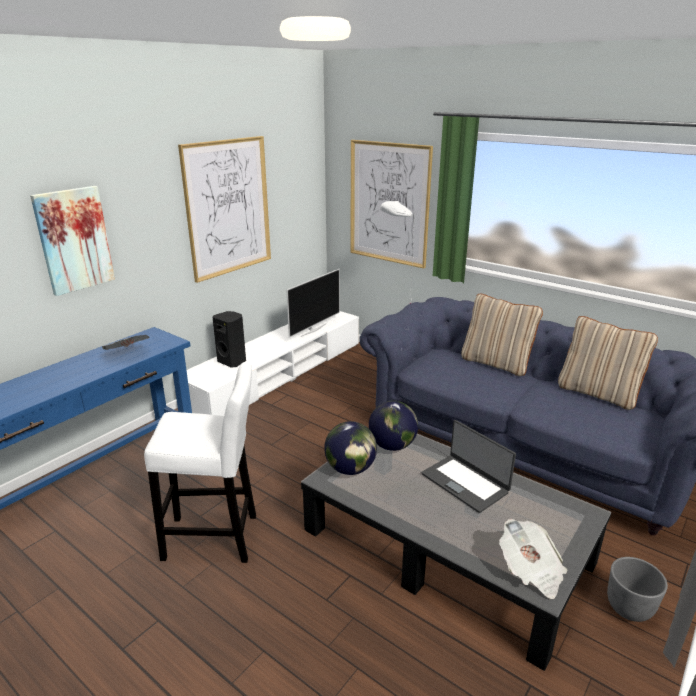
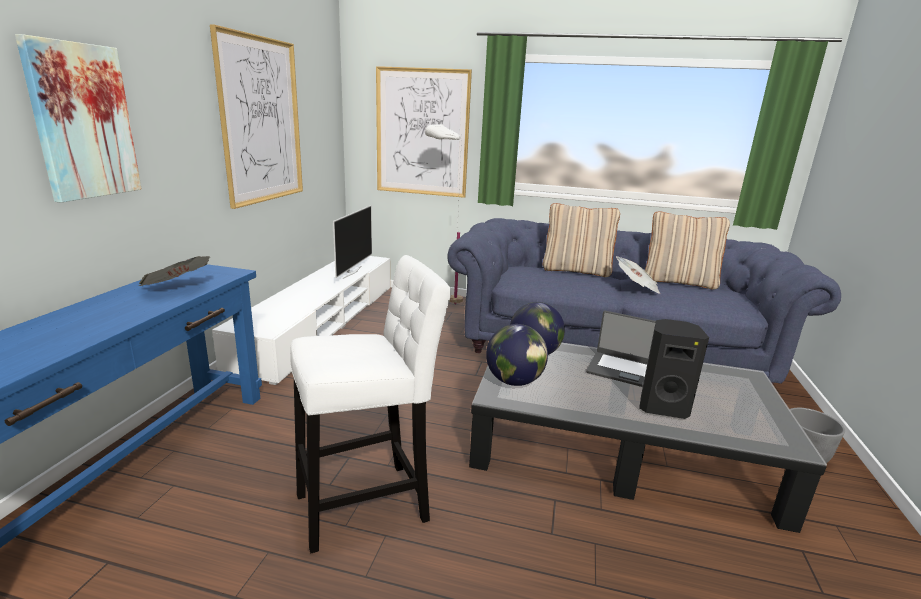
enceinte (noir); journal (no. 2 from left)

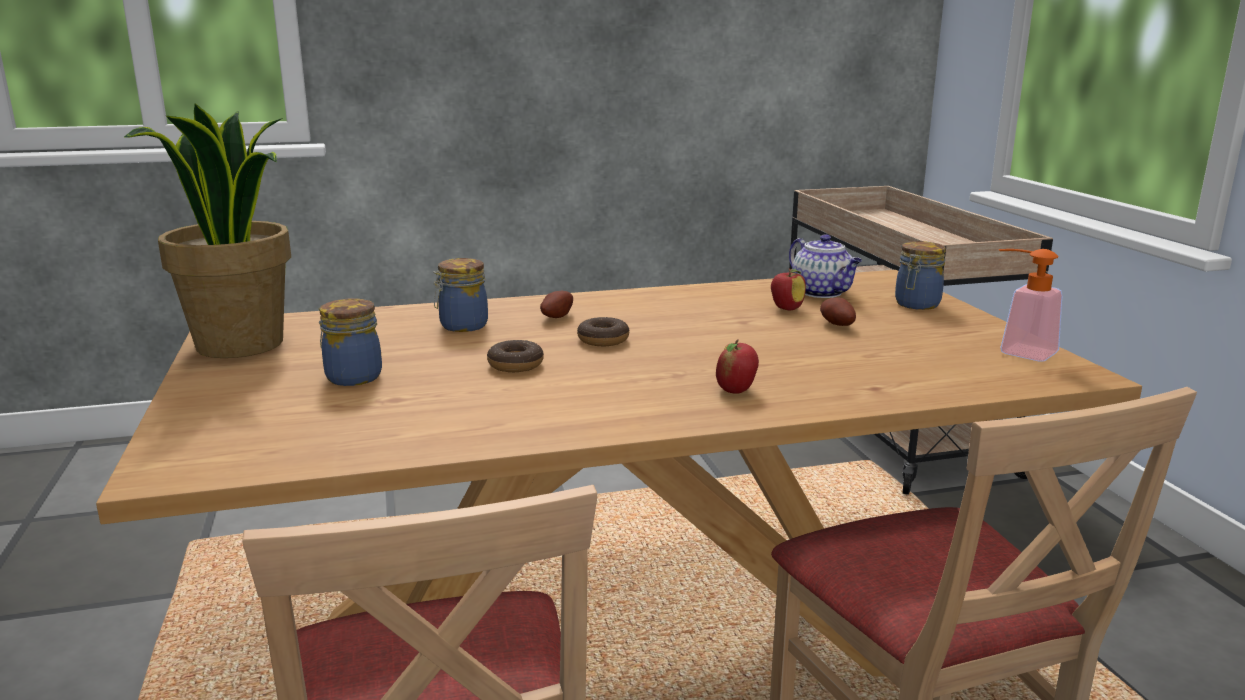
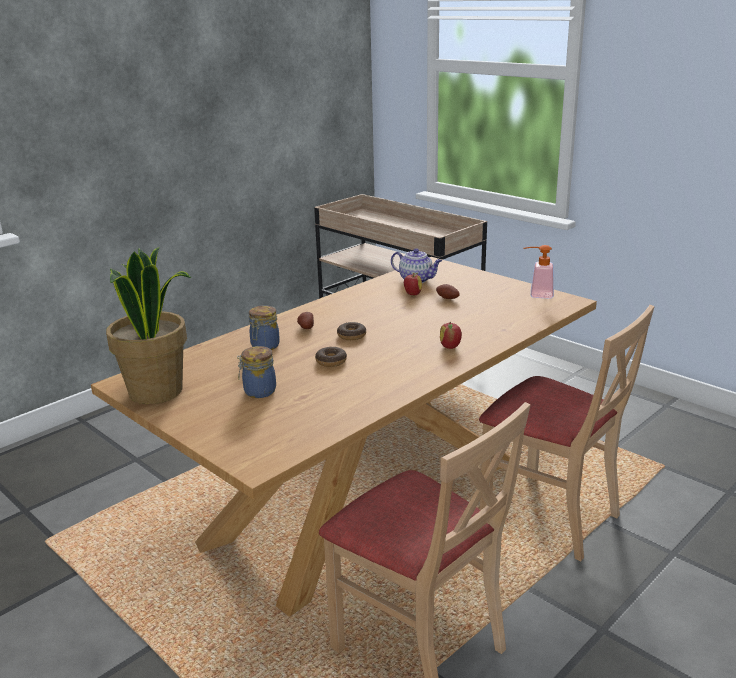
bocal (no. 3 from left in the first image)

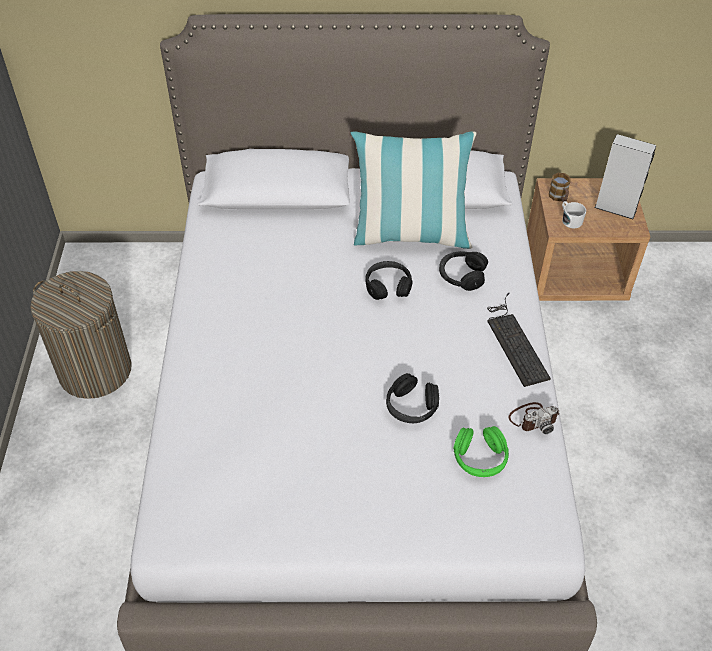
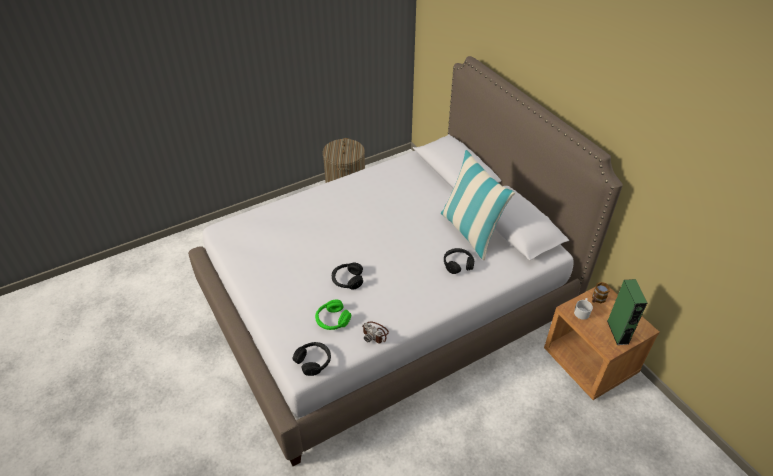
casque audio (noir) (no. 1 from left); clavier; enceinte (vert)

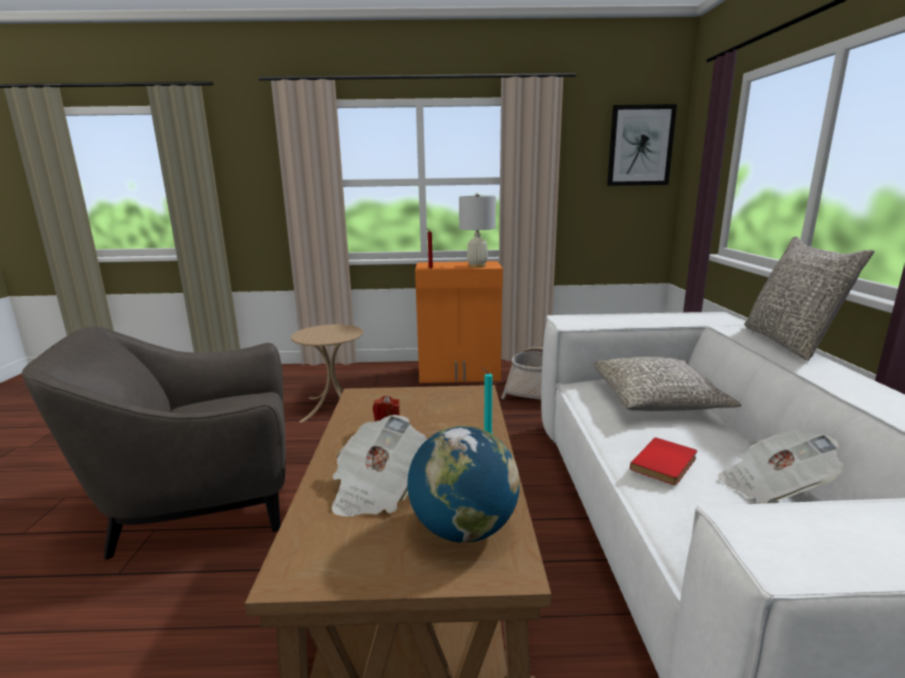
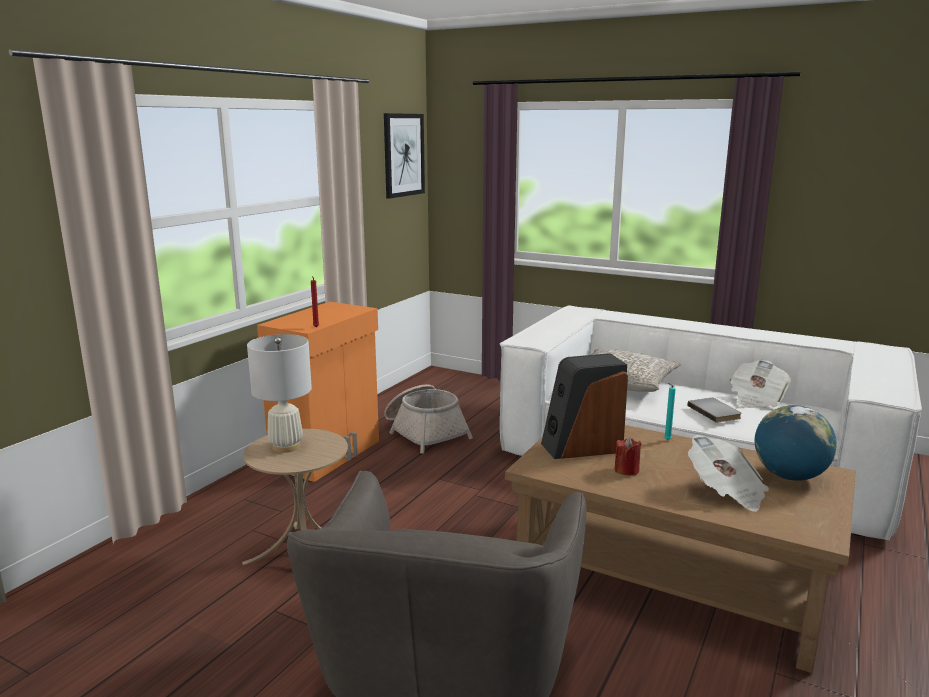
lampe de table (blanc); livre (gris); coussin (gris) (no. 2 from left in the first image); enceinte

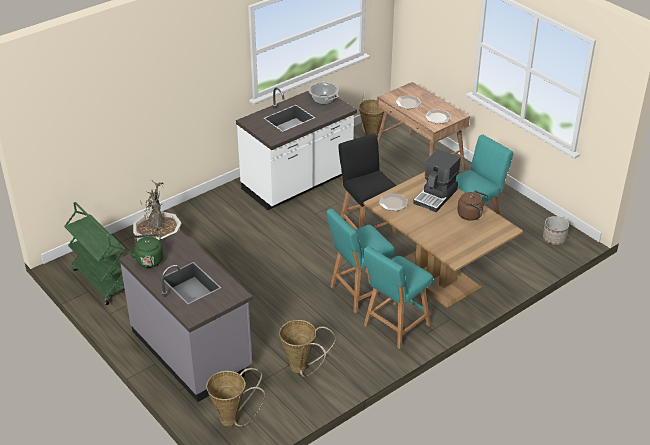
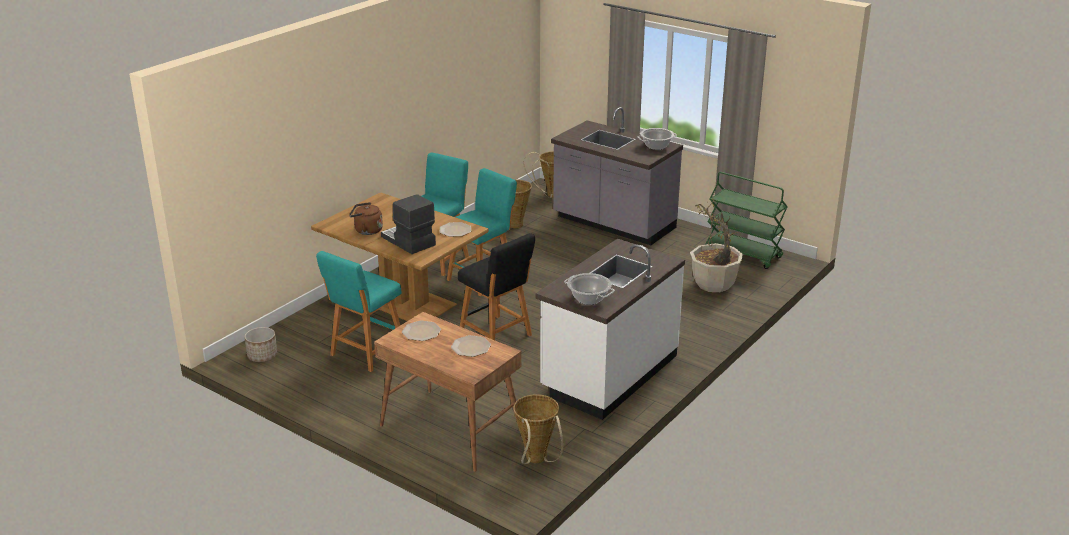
marmite (no. 2 from left); machine à café

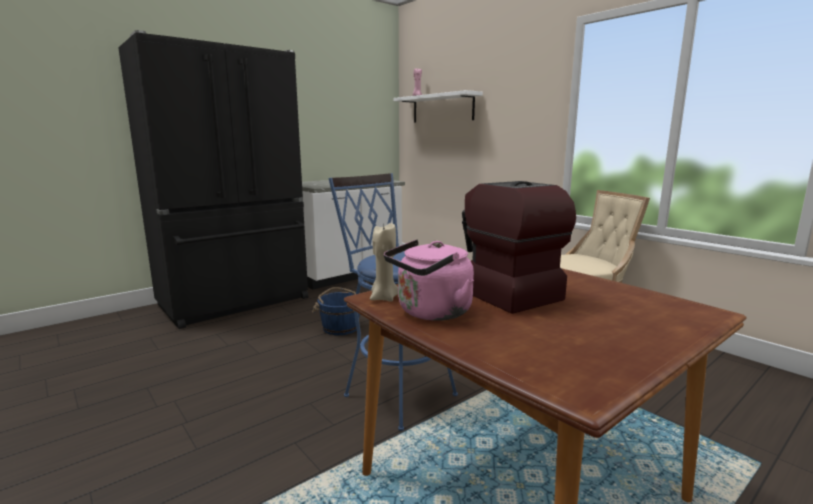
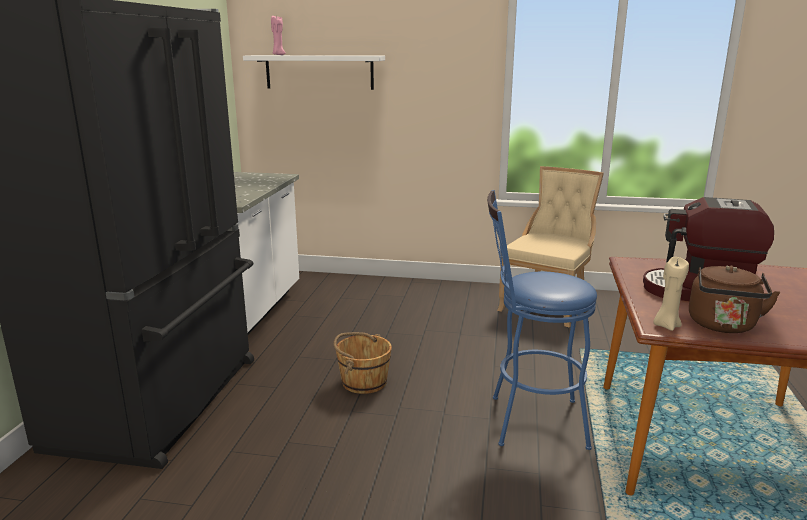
seau (marron); bouilloire (marron)

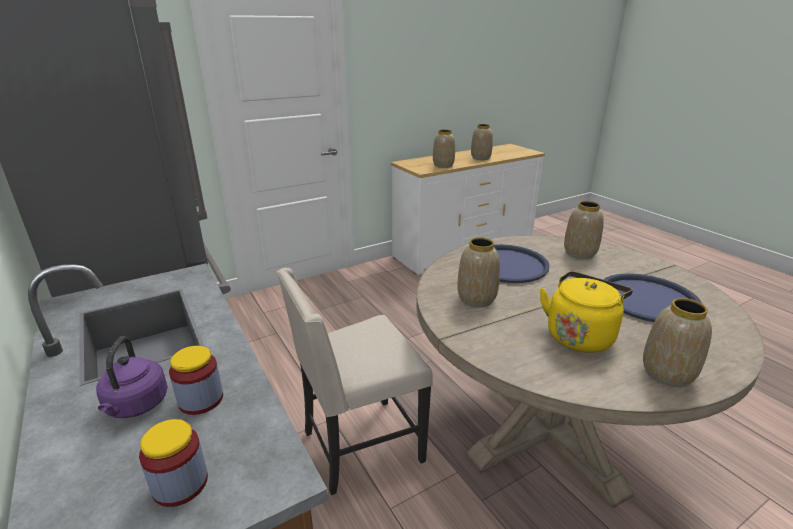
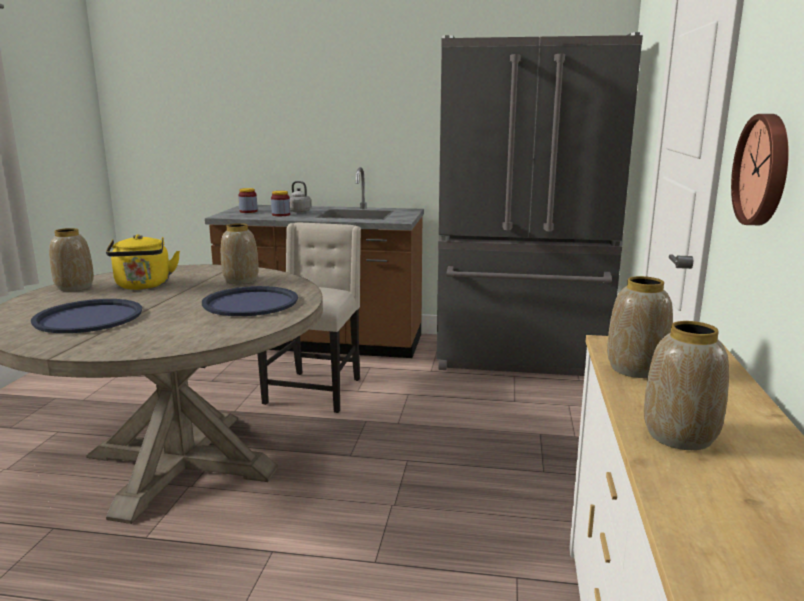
bouilloire (gris); vase (no. 4 from left in the first image); horloge murale

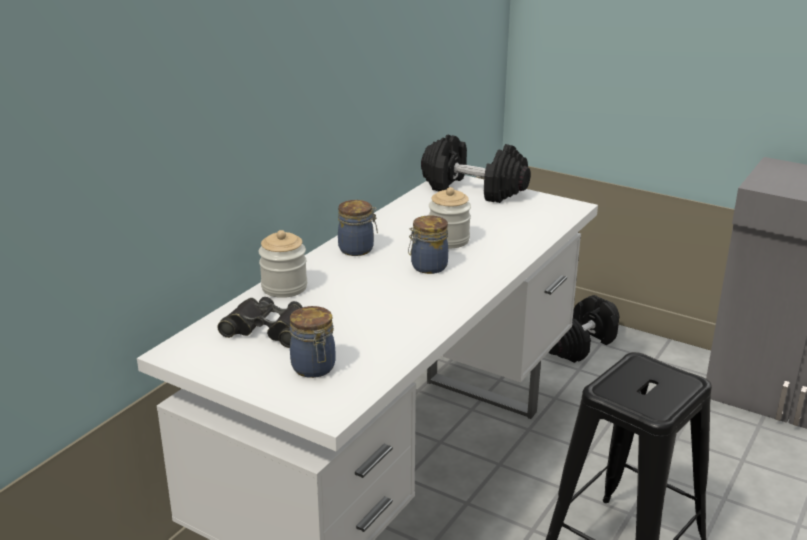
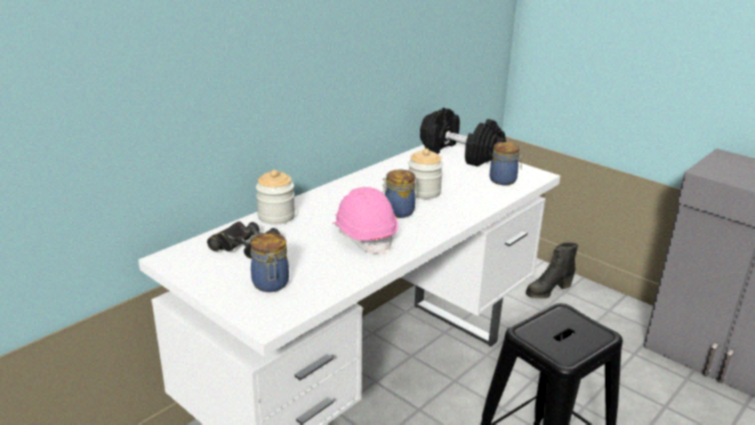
bocal (no. 5 from left); botte (noir); casque de chantier (rose)

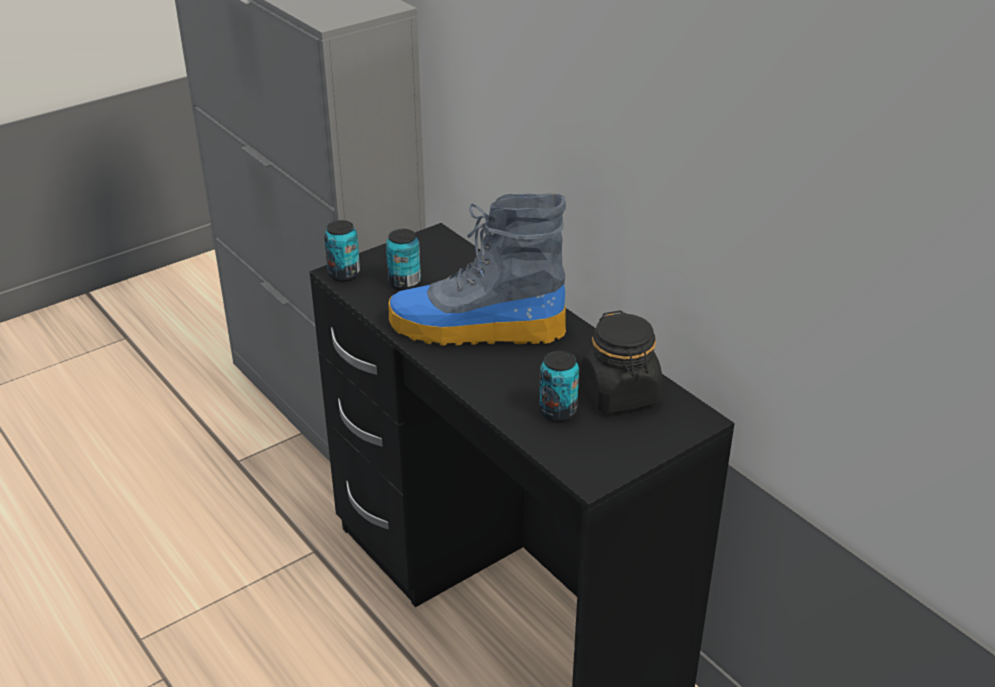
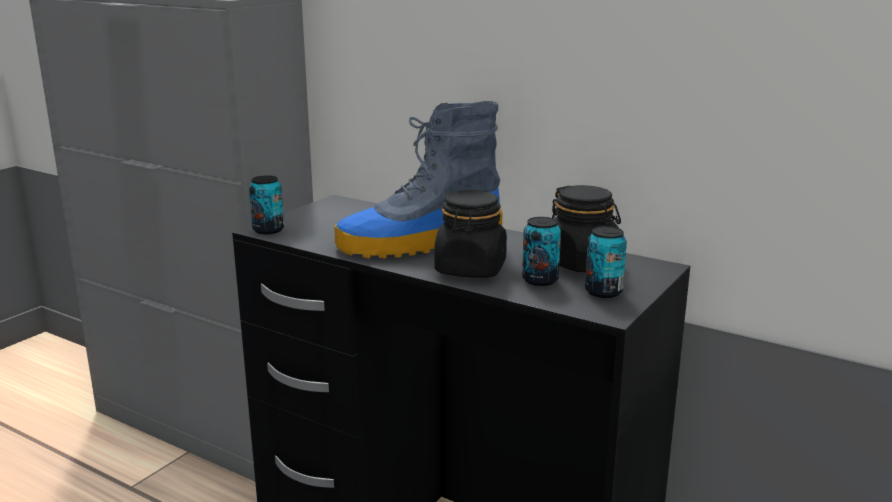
boîte métallique (no. 3 from left); bocal (noir) (no. 1 from left)

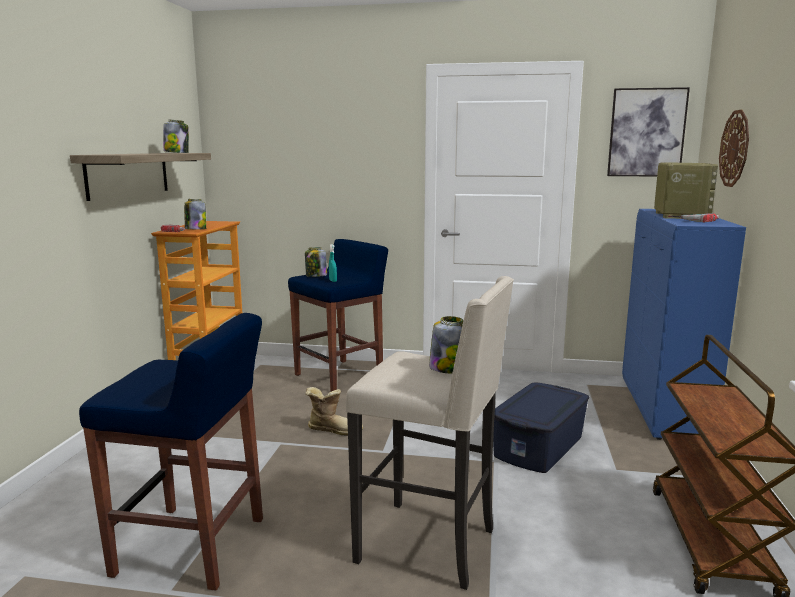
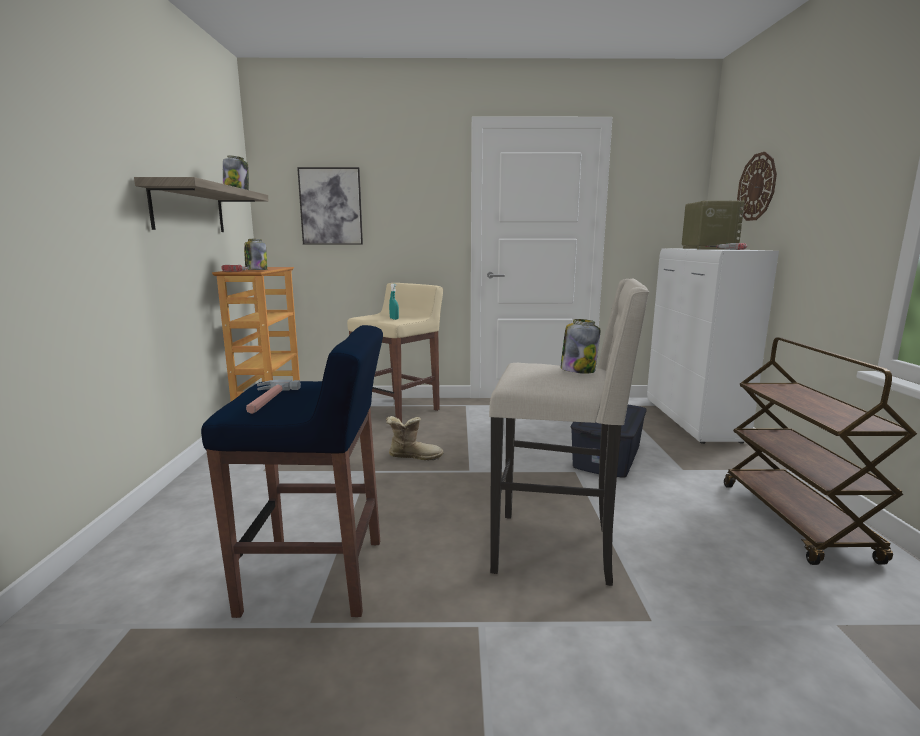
tabouret (beige) (no. 1 from left); bocal (no. 3 from left in the first image); tableau; meuble de rangement (blanc); marteau

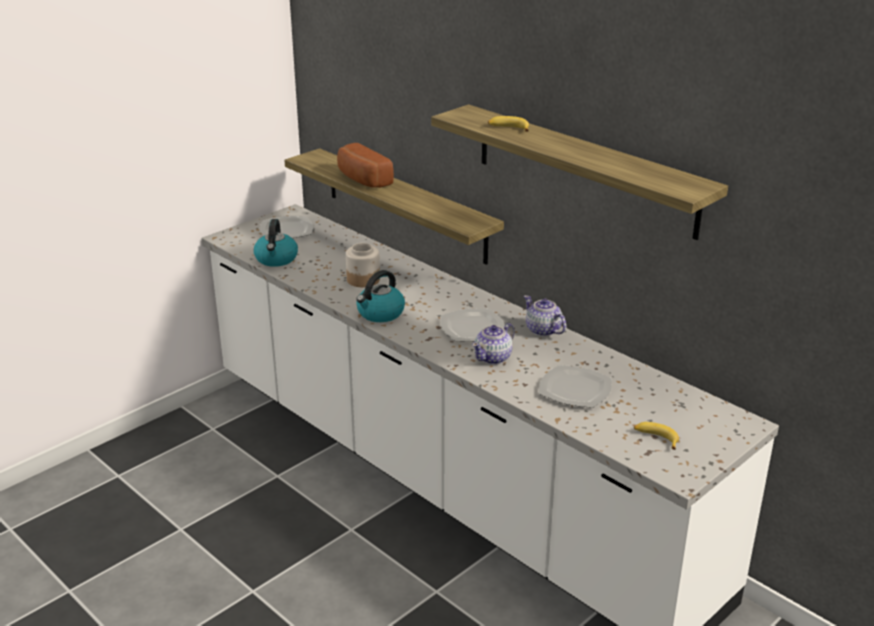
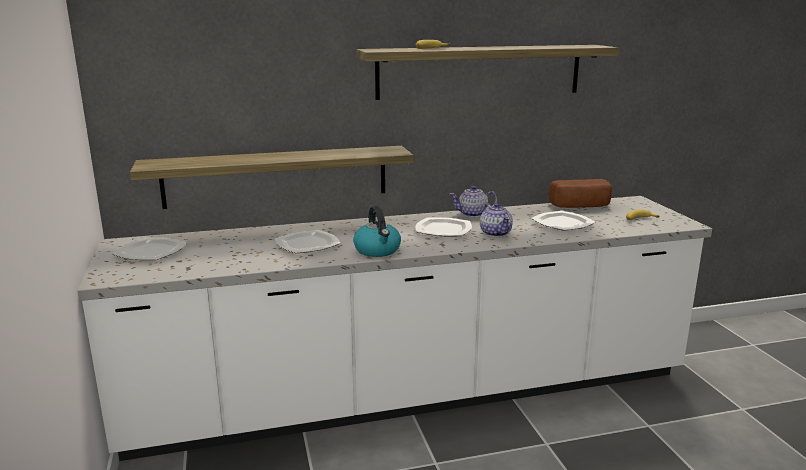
bouilloire (no. 1 from left in the first image); pain; assiette (no. 2 from left)

